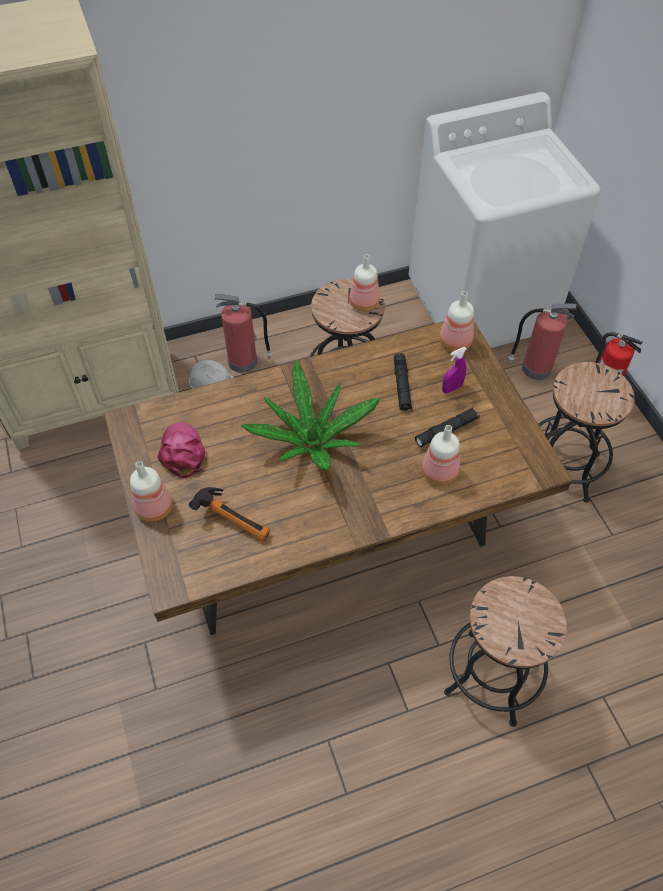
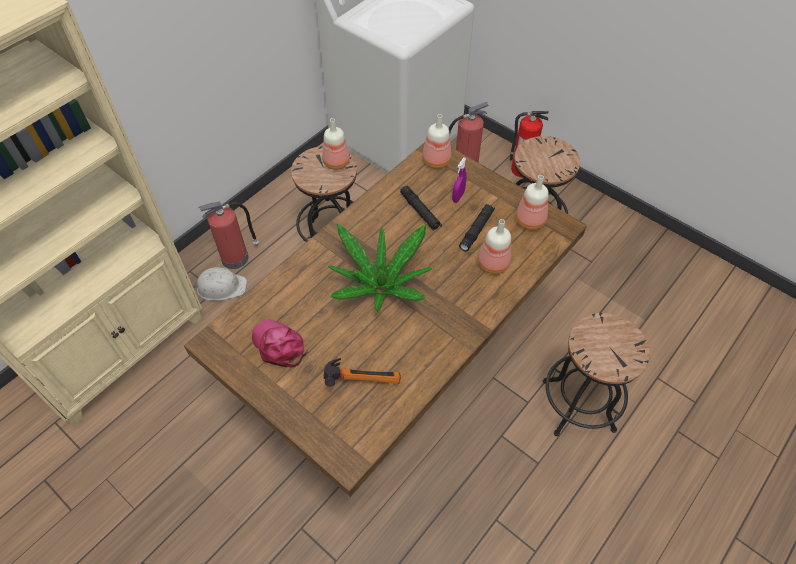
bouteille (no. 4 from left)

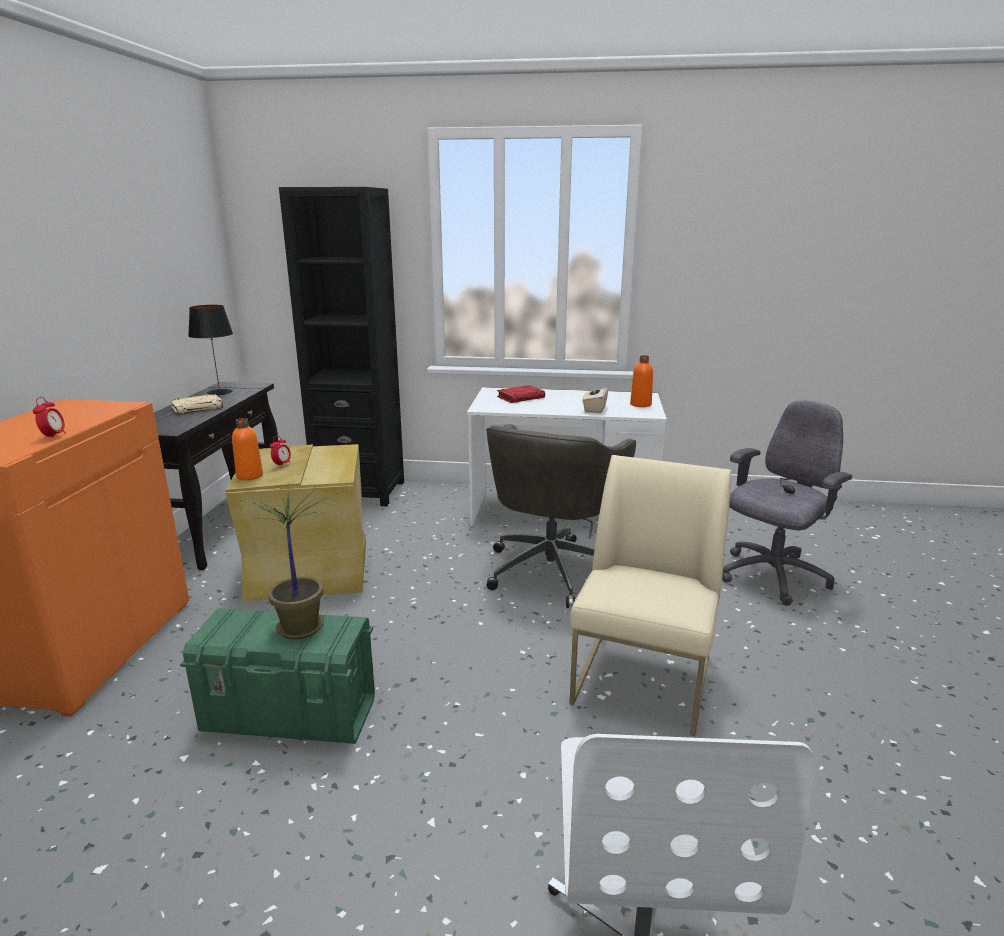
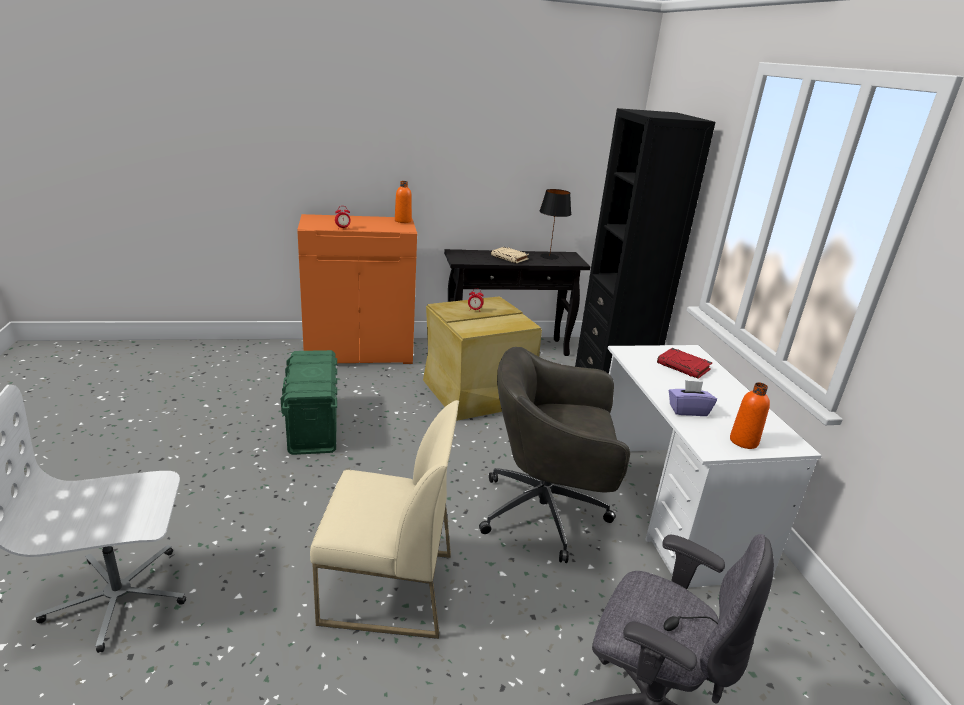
bouteille (orange) (no. 1 from left); plante en pot; boîte à mouchoirs (violet)

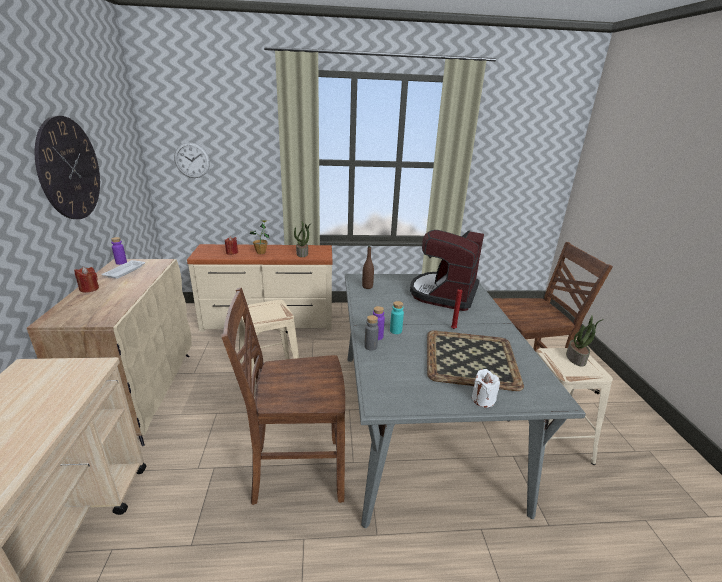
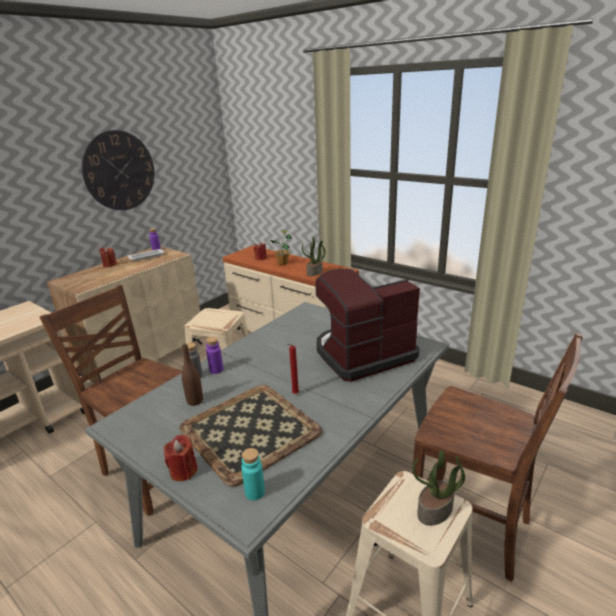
horloge murale (no. 2 from left in the first image); bouteille (marron); bouteille (turquoise); bougie (rouge) (no. 2 from left)

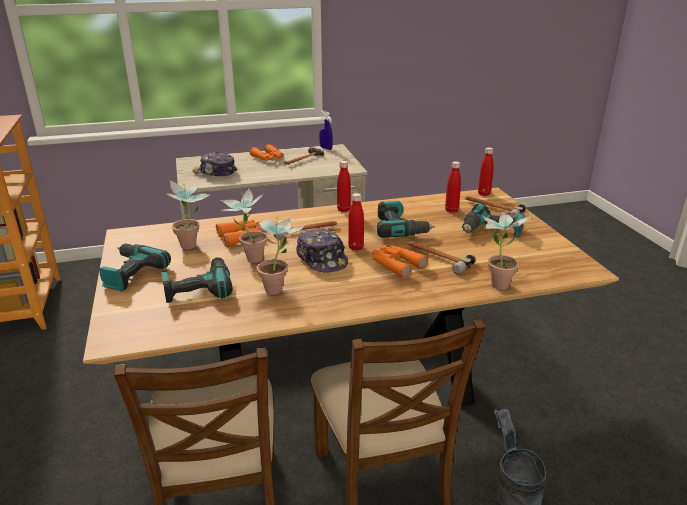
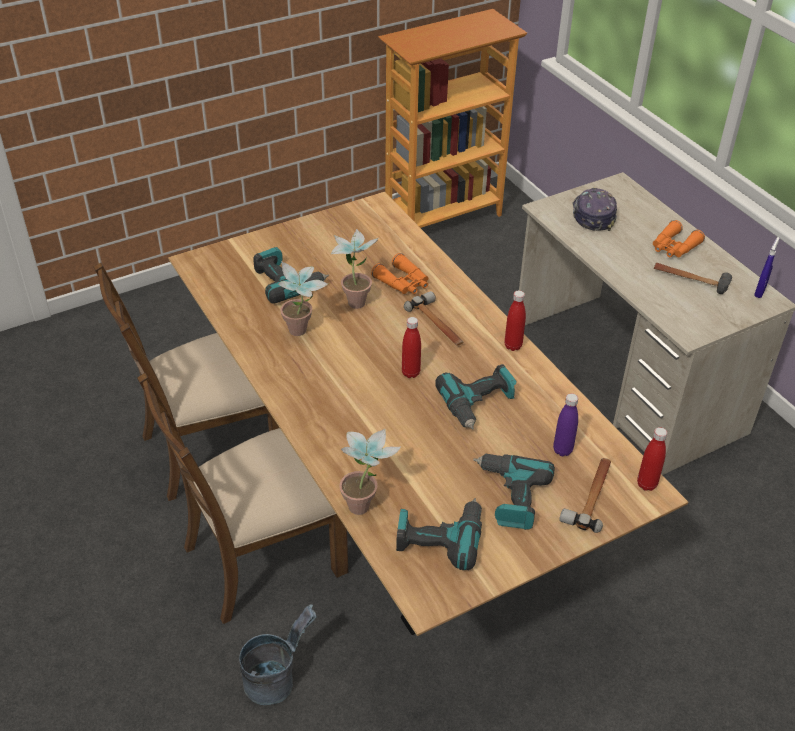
perceuse (no. 2 from left); plante en pot (no. 1 from left in the first image); casquette (no. 2 from left in the first image); jumelles (orange) (no. 3 from left in the first image); marteau (no. 3 from left in the first image); bouteille (violet)

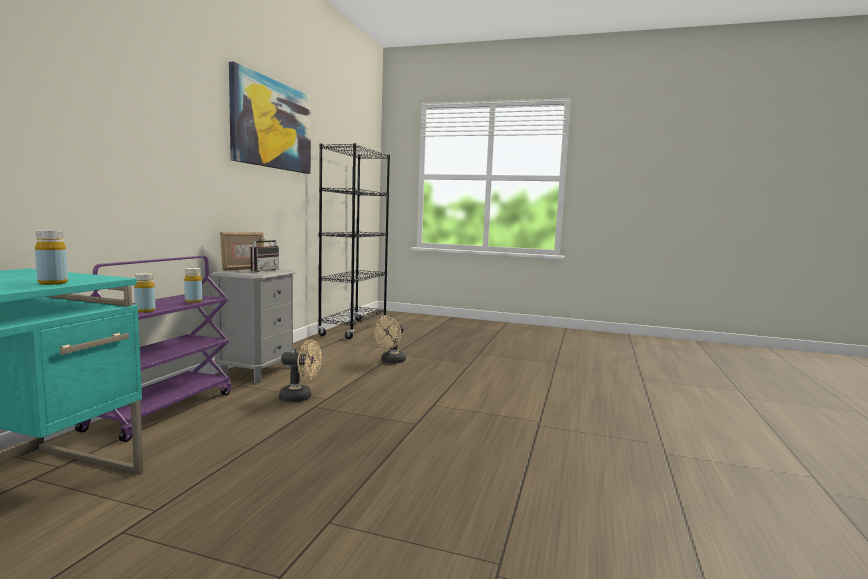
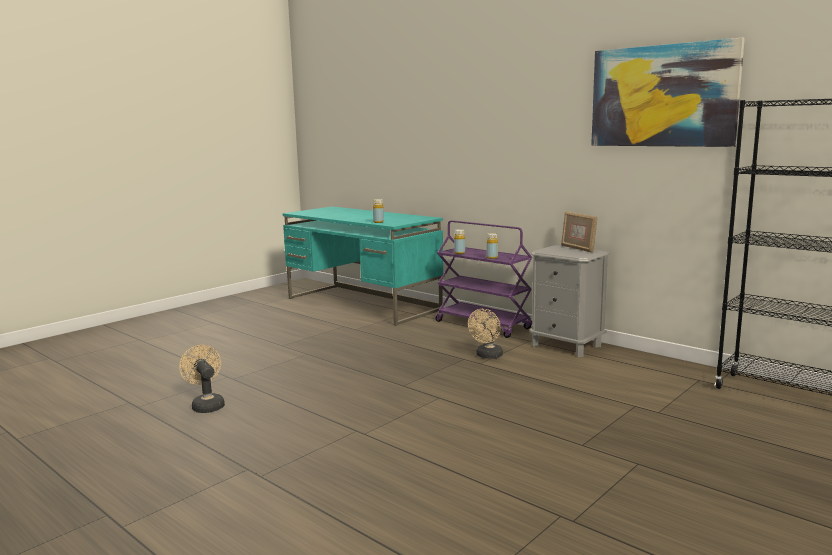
radio; ventilateur (beige) (no. 1 from left)

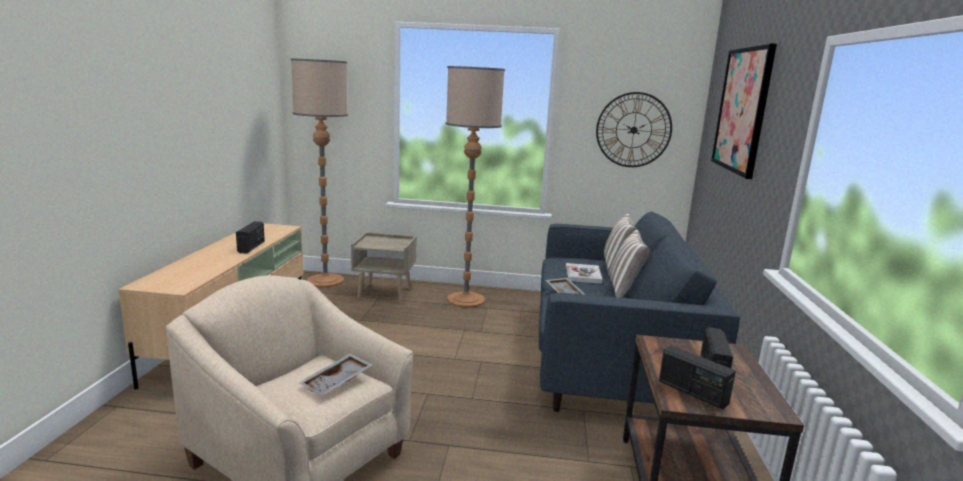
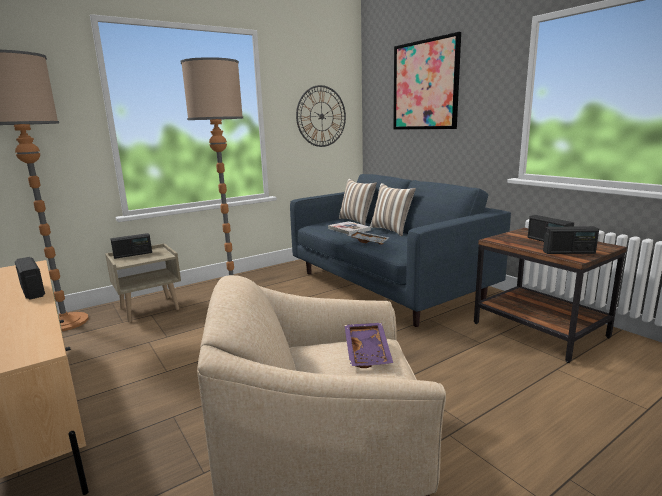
plateau (violet); radio (no. 2 from left)

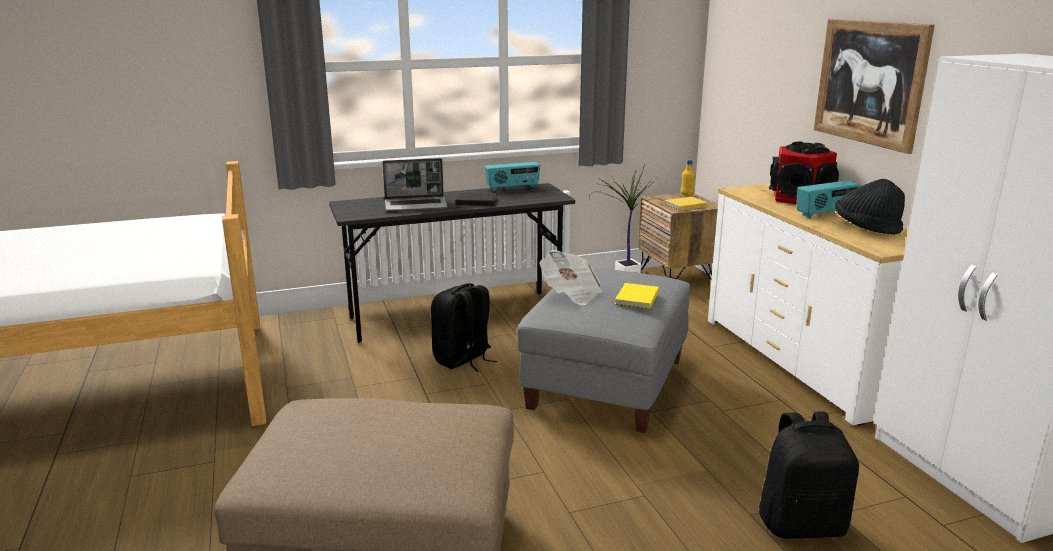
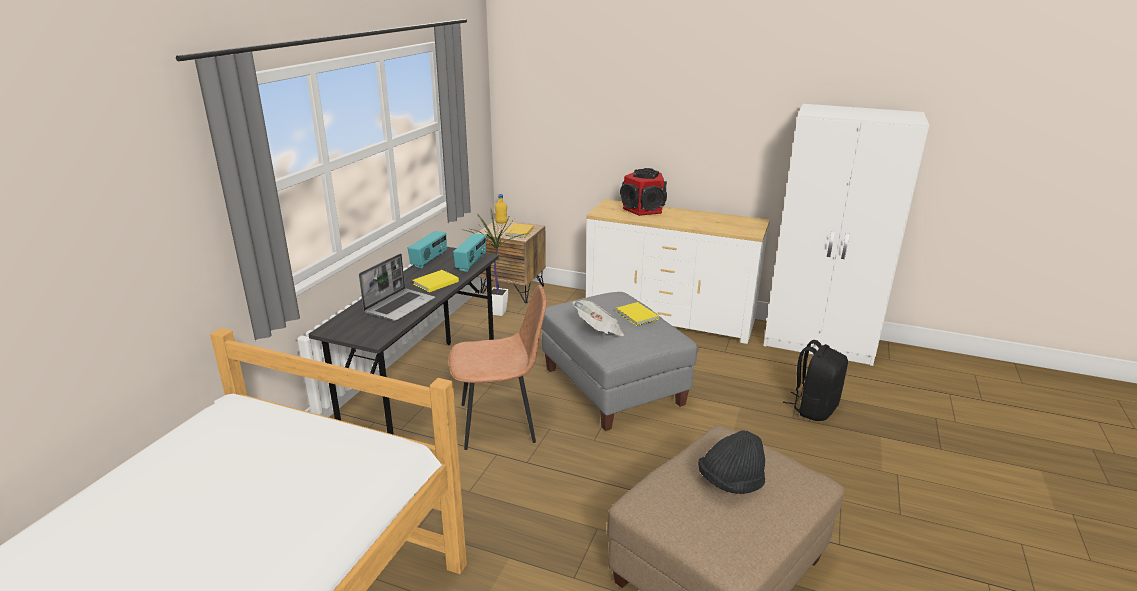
chaise (marron); livre (jaune) (no. 1 from left); radio (no. 2 from left); tableau; chapeau (noir)

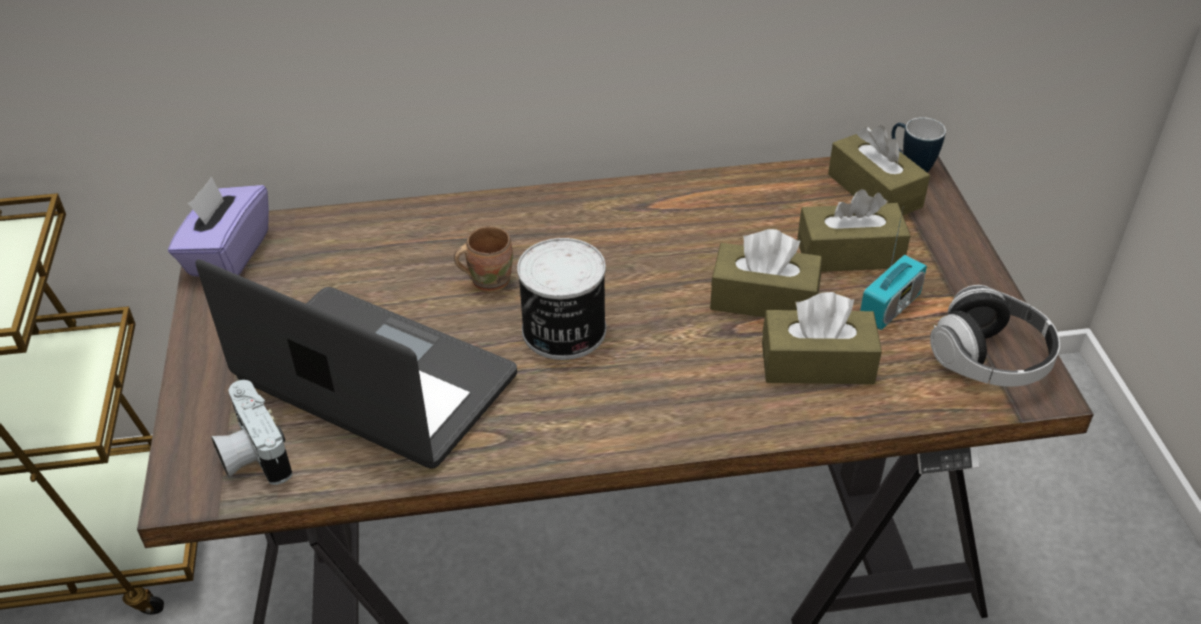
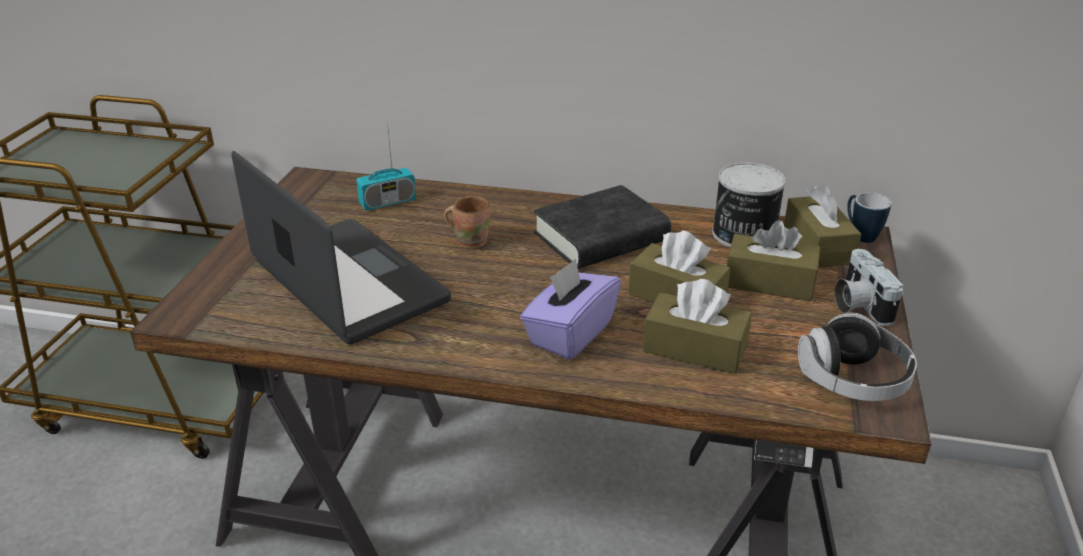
boîte à mouchoirs (violet); appareil photo; boîte métallique; radio; livre (noir)

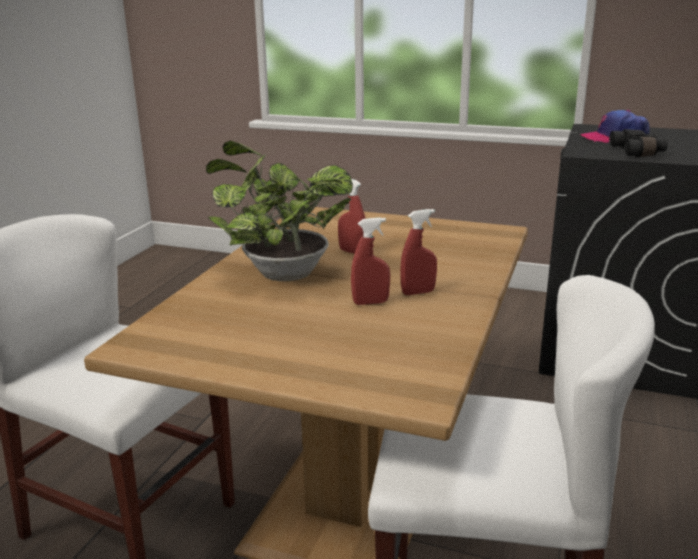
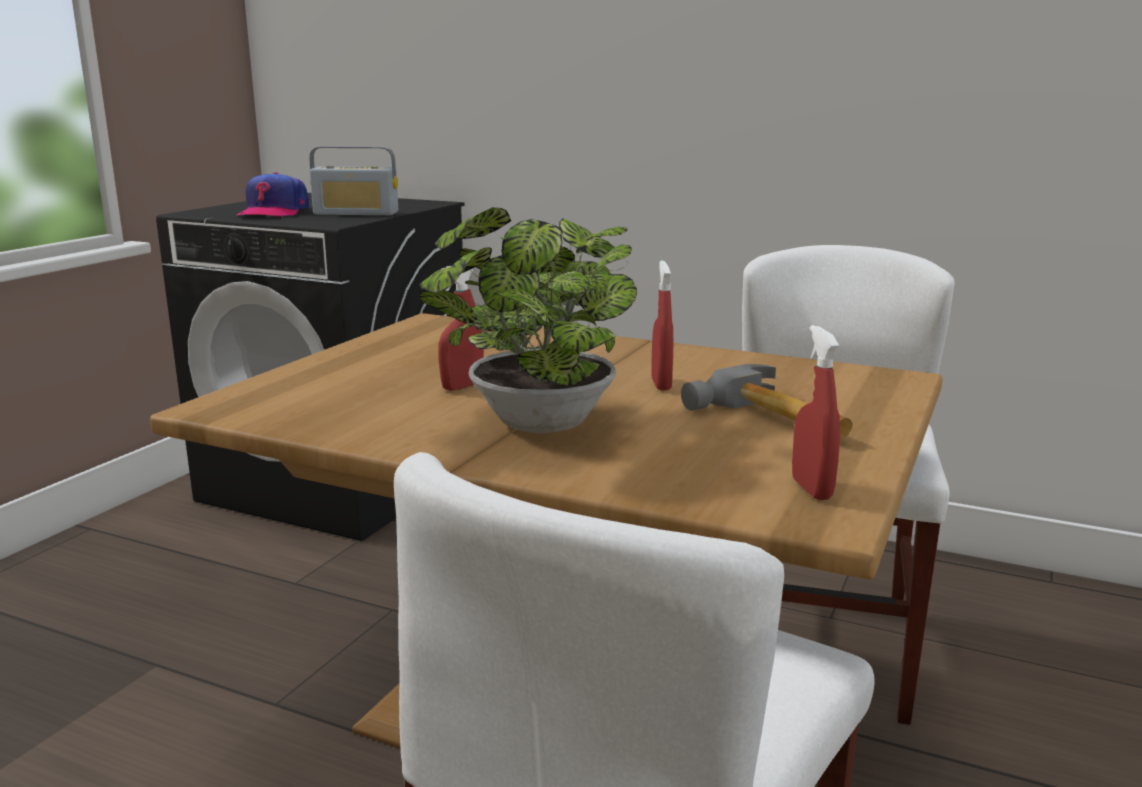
vaporisateur (rouge) (no. 3 from left); radio; marteau

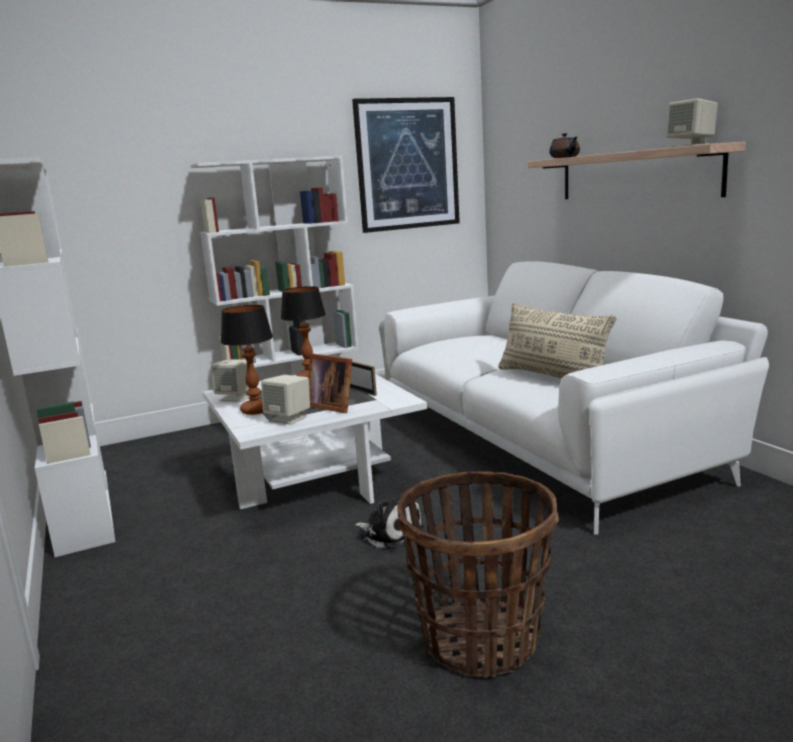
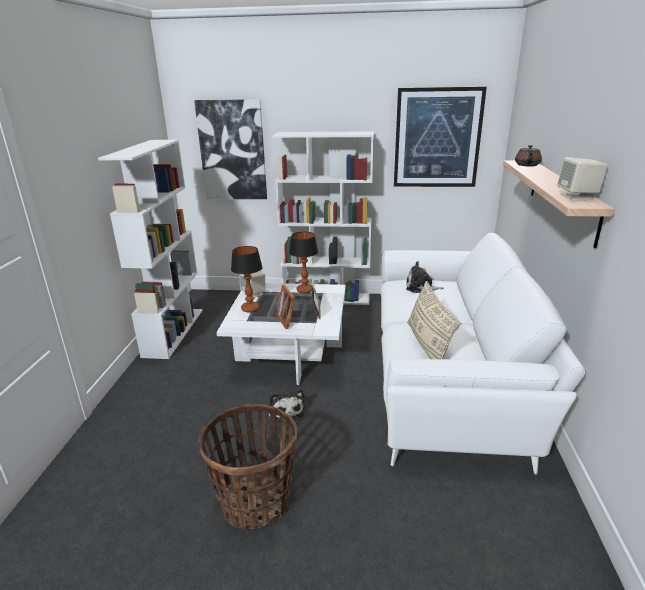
enceinte (beige) (no. 2 from left in the first image); tableau (no. 1 from left); peluche (no. 2 from left)

